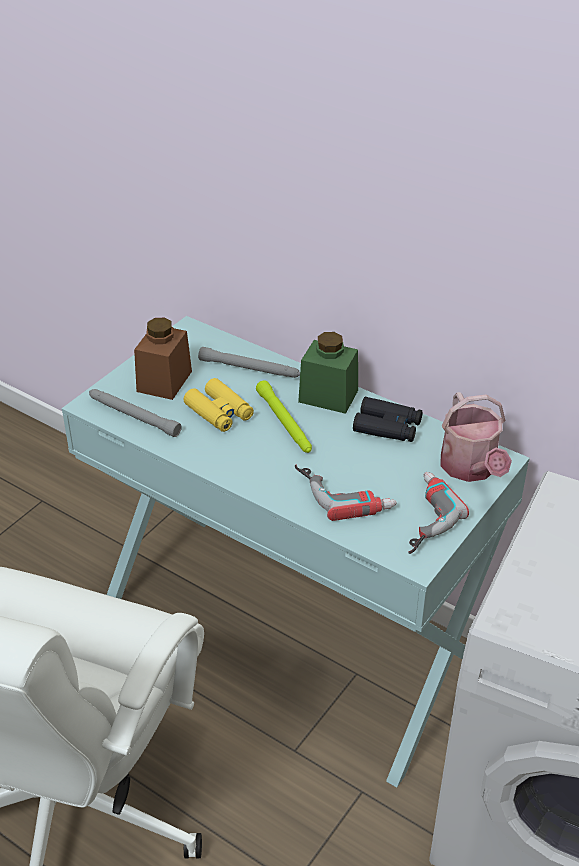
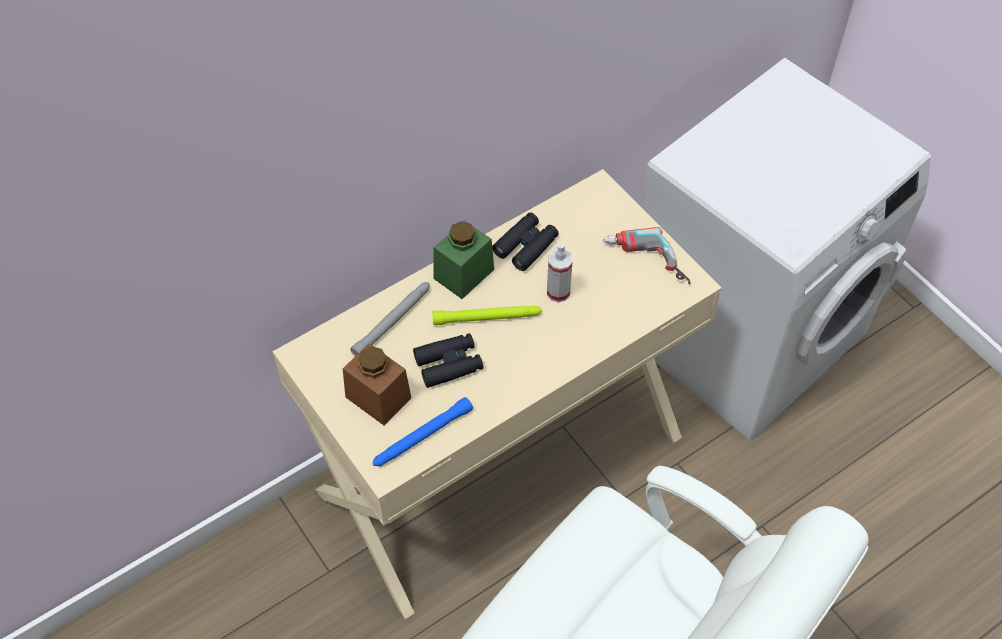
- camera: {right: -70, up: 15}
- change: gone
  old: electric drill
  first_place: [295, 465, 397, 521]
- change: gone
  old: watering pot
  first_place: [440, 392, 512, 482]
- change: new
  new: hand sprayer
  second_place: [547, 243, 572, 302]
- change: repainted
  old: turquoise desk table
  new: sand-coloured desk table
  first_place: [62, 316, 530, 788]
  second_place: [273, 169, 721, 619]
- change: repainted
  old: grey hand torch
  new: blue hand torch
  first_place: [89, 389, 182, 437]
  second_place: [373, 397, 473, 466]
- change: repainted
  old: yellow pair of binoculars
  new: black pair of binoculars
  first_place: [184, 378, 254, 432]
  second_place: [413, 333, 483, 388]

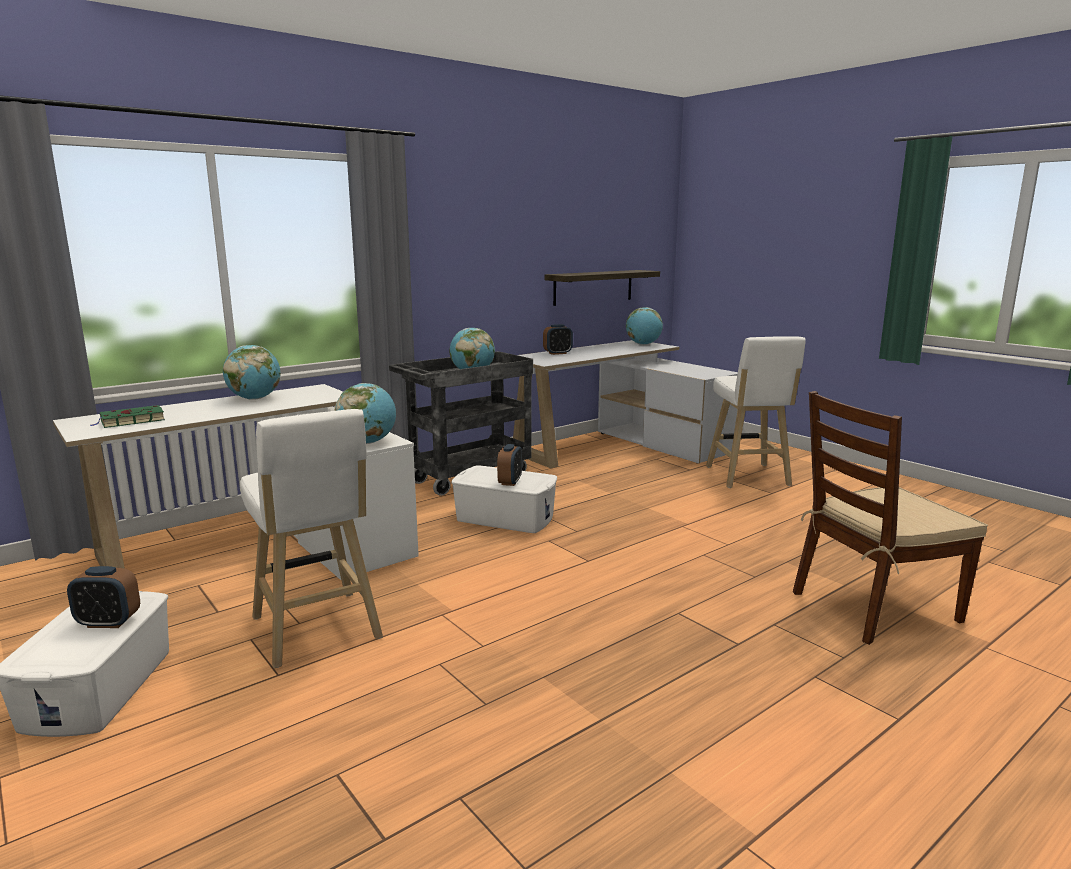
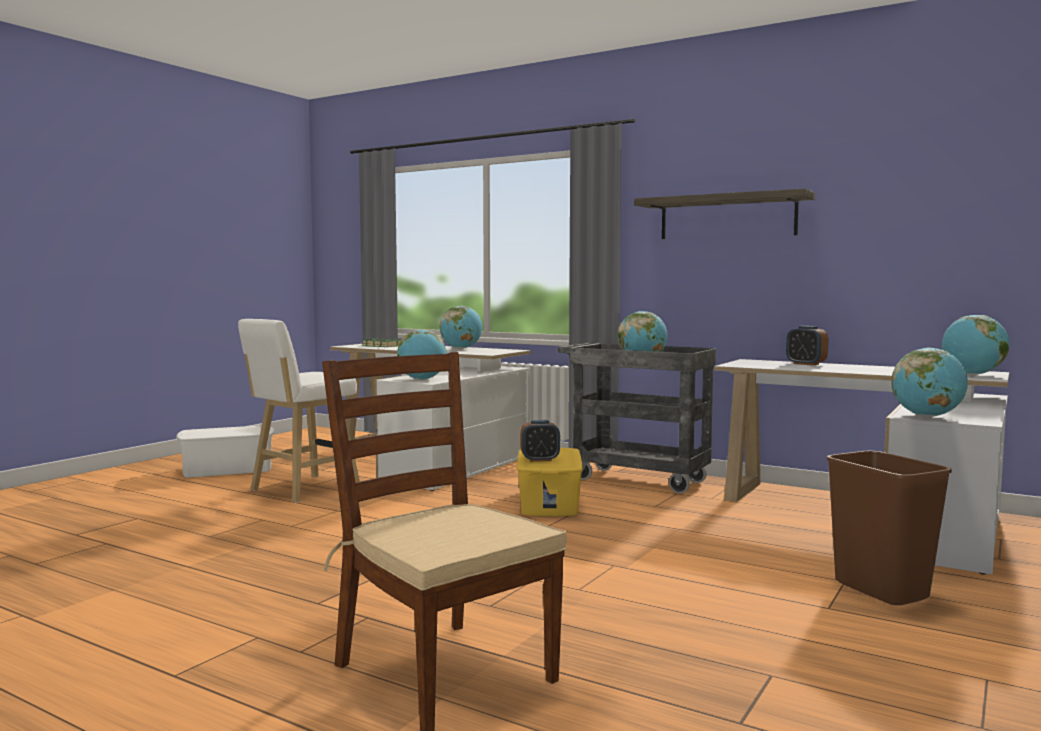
- camera: {right: 70, up: -10}
- change: gone
  old: bedside clock
  first_place: [67, 566, 140, 628]
- change: new
  new: world globe
  second_place: [891, 347, 968, 417]
- change: shifted
  old: wall shelf
  first_place: [545, 270, 660, 306]
  second_place: [634, 188, 815, 239]
- change: swapped
  old: white stool
  new: brown-coloured rubbish bin
  first_place: [706, 337, 806, 488]
  second_place: [827, 451, 952, 605]
- change: repainted
  old: white storage container
  new: yellow storage container
  first_place: [451, 465, 557, 533]
  second_place: [517, 448, 583, 516]

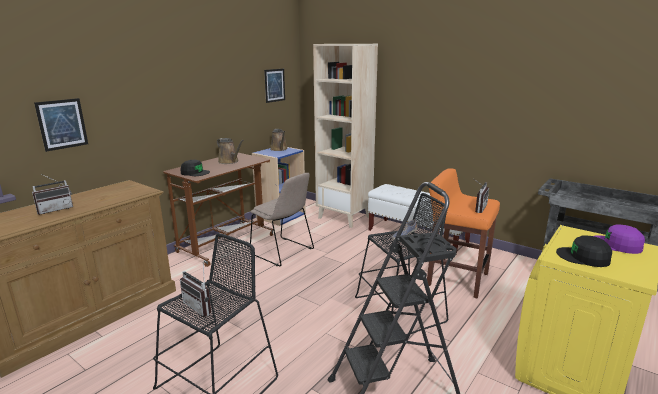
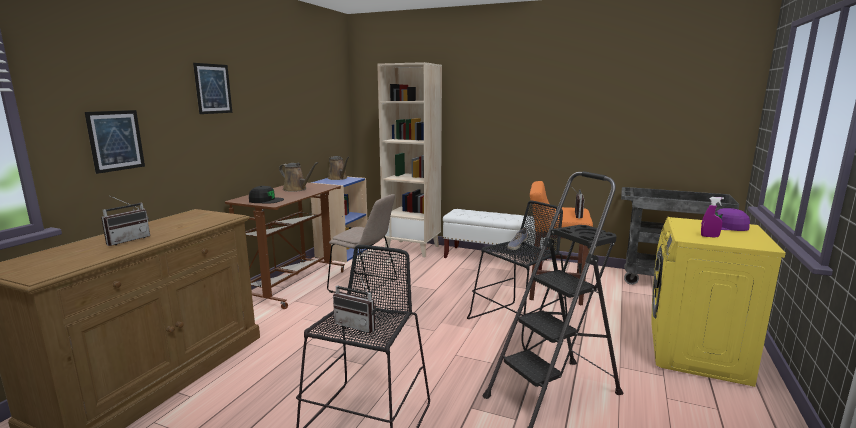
- camera: {right: -15, up: -5}
- change: shifted
  old: wall picture
  first_place: [264, 69, 285, 103]
  second_place: [193, 63, 232, 114]
- change: swapped
  old: black cap
  new: purple hand sprayer
  first_place: [556, 236, 612, 267]
  second_place: [701, 197, 724, 237]

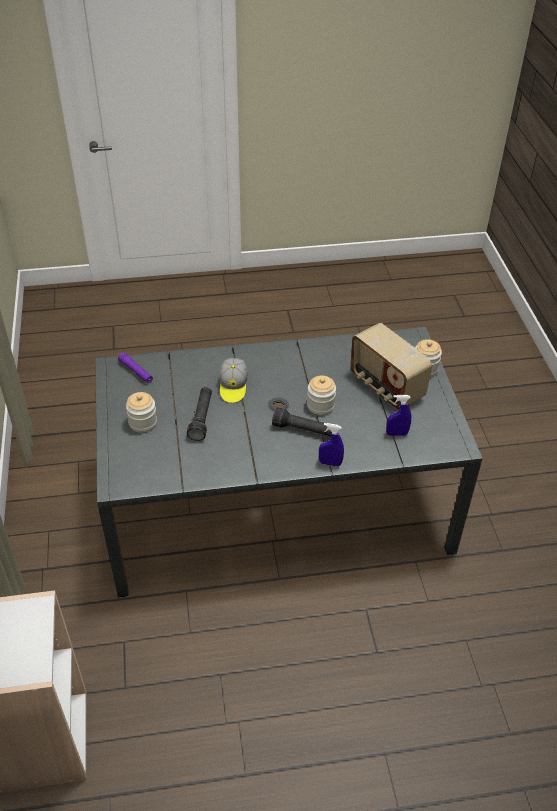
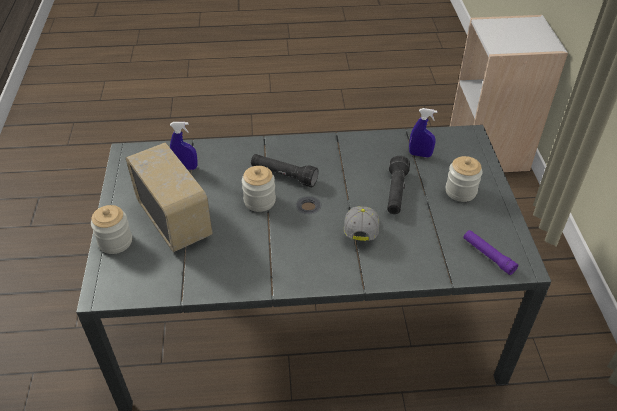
- camera: {right: -175, up: 0}
- change: shifted
  old: blue hand sprayer
  first_place: [319, 423, 344, 467]
  second_place: [409, 108, 437, 158]

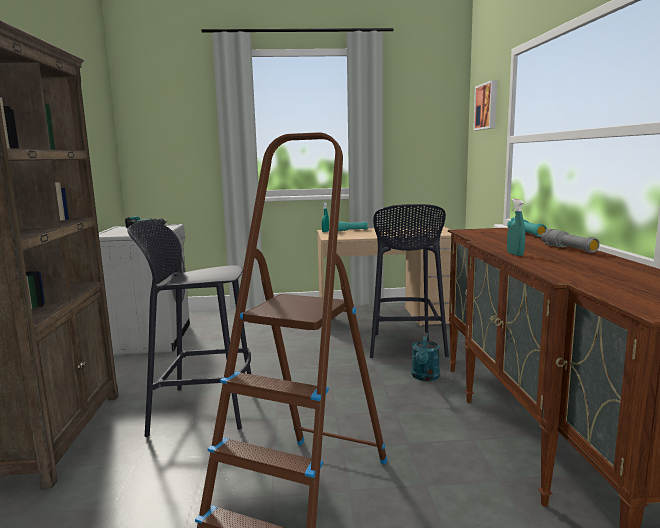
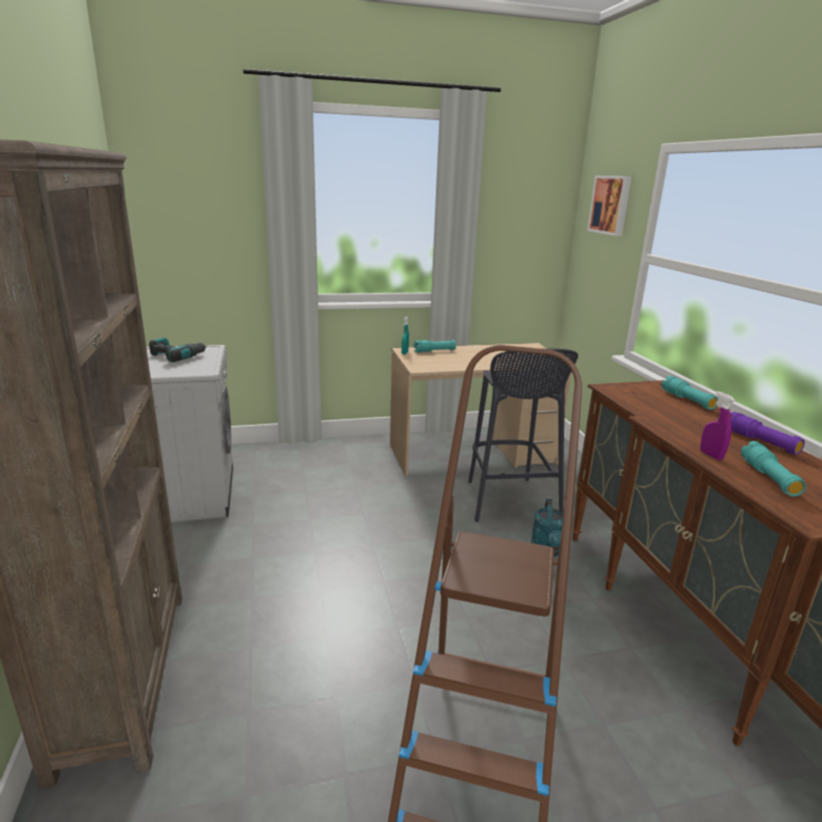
- camera: {right: -10, up: 10}
- change: gone
  old: grey stool
  first_place: [127, 221, 251, 437]
- change: new
  new: turquoise hand torch
  second_place: [741, 441, 806, 497]
- change: repainted
  old: turquoise hand sprayer
  new: purple hand sprayer
  first_place: [507, 199, 525, 256]
  second_place: [700, 391, 735, 460]
- change: repainted
  old: grey hand torch
  new: purple hand torch
  first_place: [541, 229, 600, 253]
  second_place: [730, 412, 805, 455]

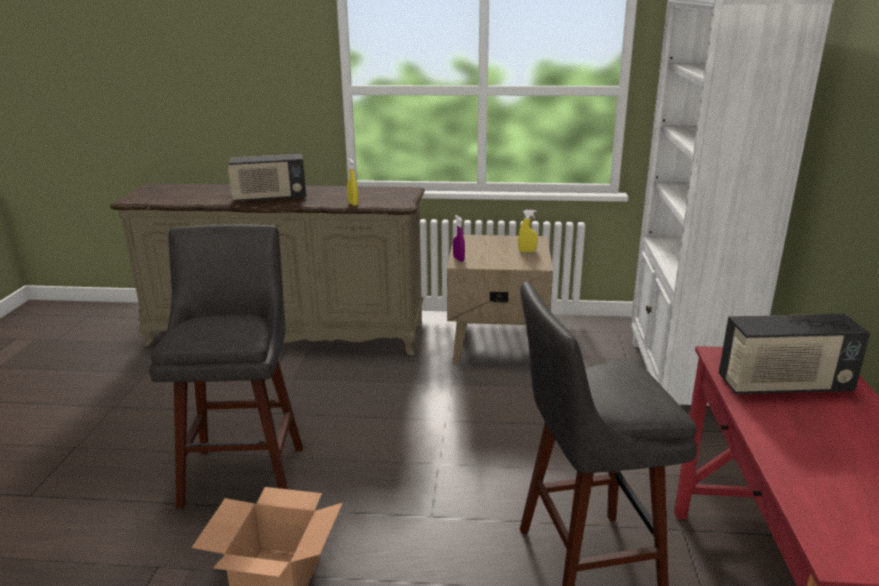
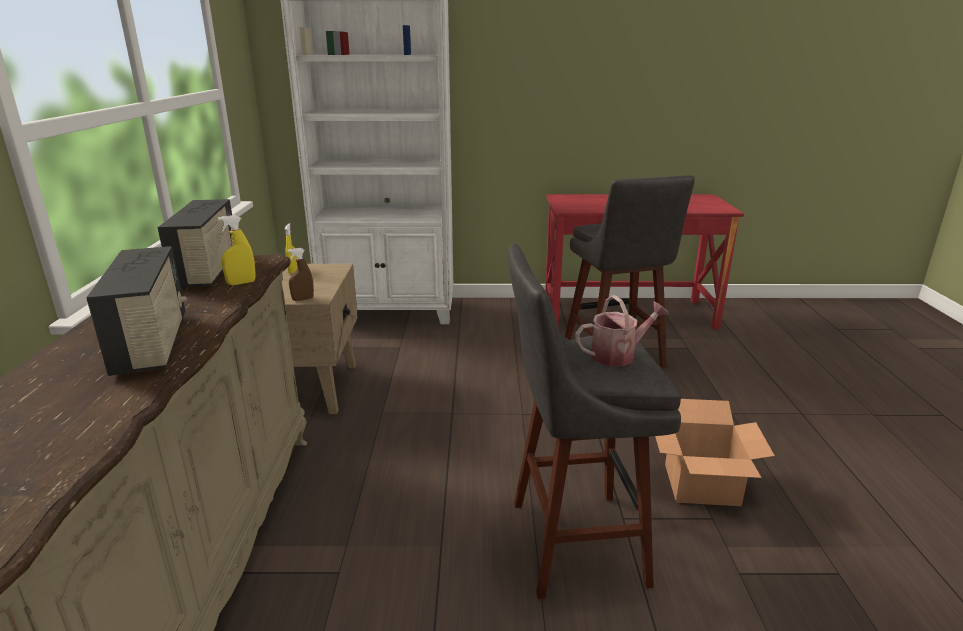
- camera: {right: -95, up: 0}
- change: new
  new: watering pot
  second_place: [575, 295, 669, 366]
- change: shifted
  old: radio receiver
  first_place: [719, 314, 870, 395]
  second_place: [157, 199, 233, 287]
- change: repainted
  old: purple hand sprayer
  new: brown-coloured hand sprayer
  first_place: [453, 215, 465, 262]
  second_place: [287, 248, 314, 301]

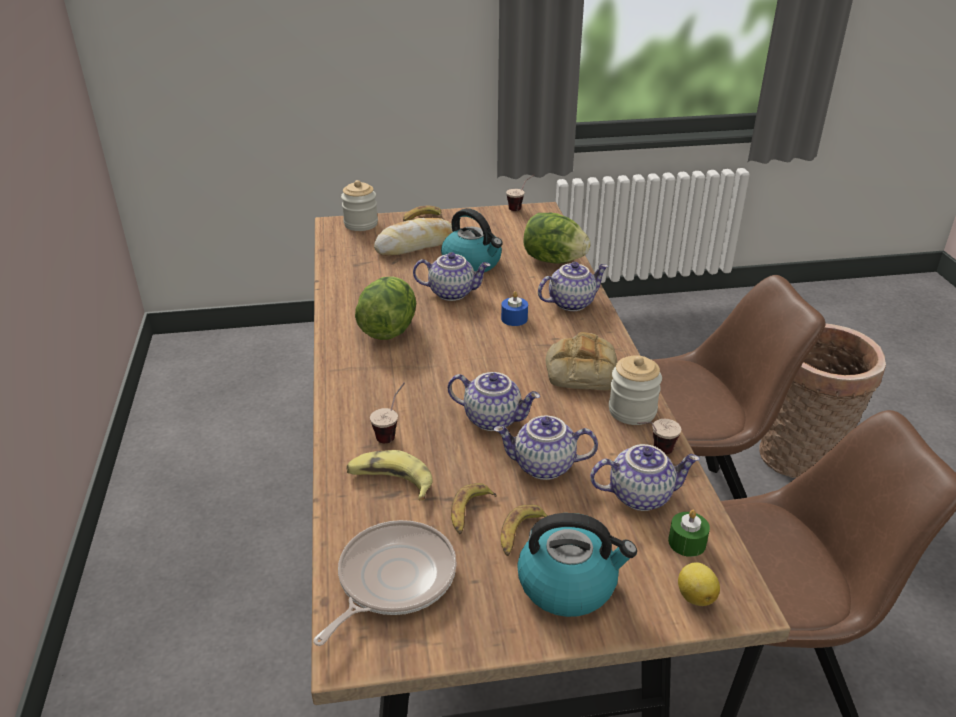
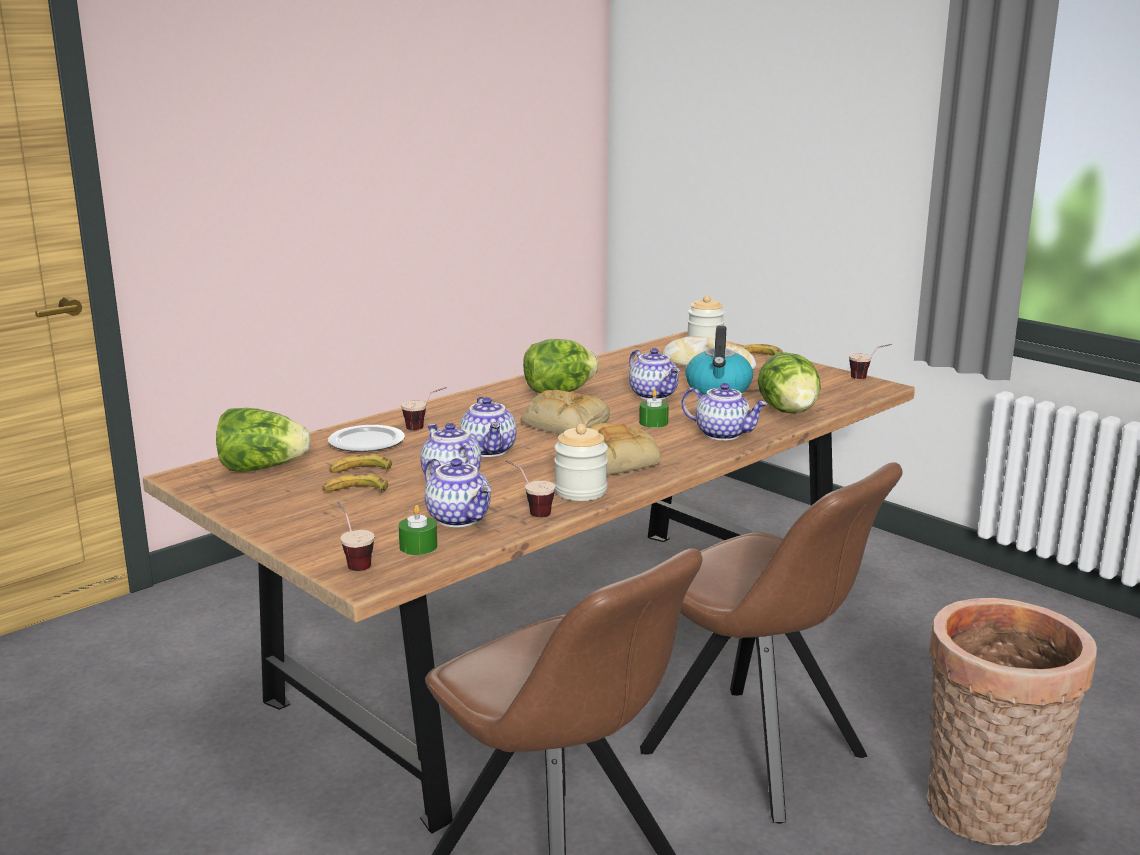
- camera: {right: 55, up: -15}
- change: gone
  old: kettle
  first_place: [517, 513, 637, 617]
- change: new
  new: baked bread
  second_place: [521, 390, 610, 434]
- change: swapped
  old: pan
  new: lettuce
  first_place: [313, 520, 457, 646]
  second_place: [216, 408, 311, 472]
- change: swapped
  old: banana fruit
  new: flat dish
  first_place: [346, 450, 433, 500]
  second_place: [328, 425, 405, 452]
- change: swapped
  old: lemon
  new: drinking cup
  first_place: [678, 562, 720, 606]
  second_place: [337, 501, 375, 571]
- change: repainted
  old: blue wax light
  new: greenish wax light
  first_place: [501, 291, 528, 326]
  second_place: [639, 390, 669, 428]

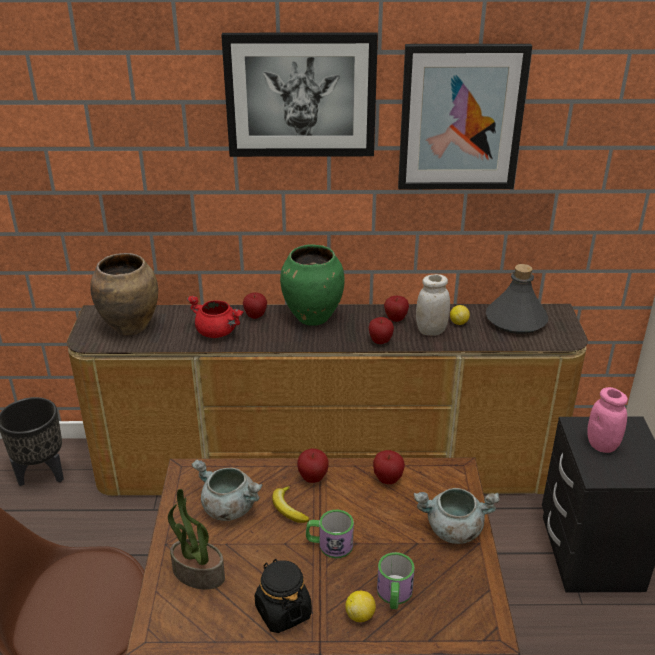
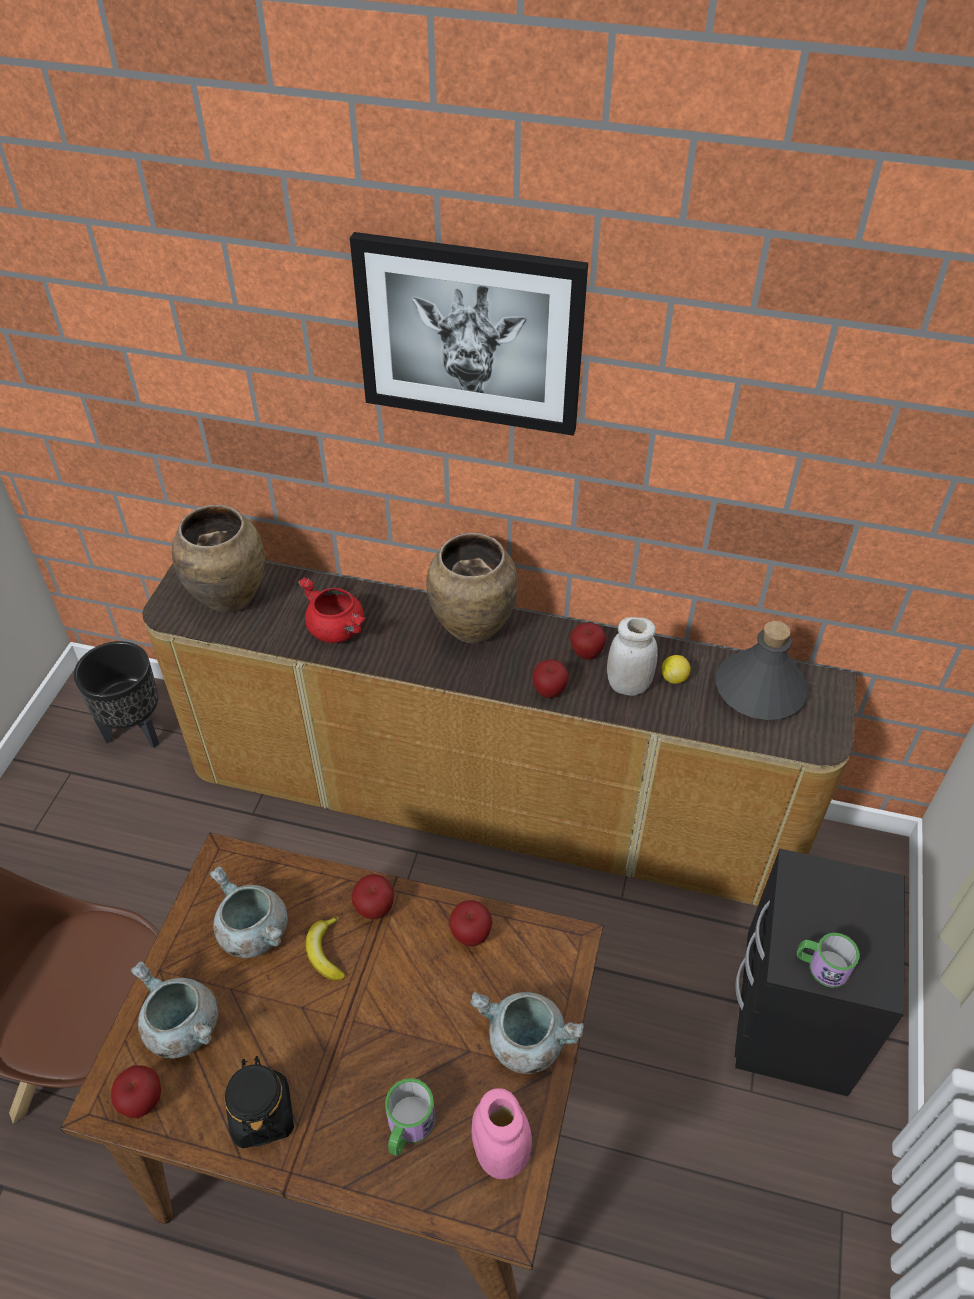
- camera: {right: 15, up: 15}
- change: gone
  old: lemon
  first_place: [345, 591, 376, 622]
- change: gone
  old: wall picture
  first_place: [398, 44, 532, 189]
- change: shifted
  old: apple
  first_place: [243, 292, 267, 319]
  second_place: [111, 1065, 161, 1118]
- change: shifted
  old: mug
  first_place: [306, 510, 354, 558]
  second_place: [797, 933, 860, 988]
- change: shifted
  old: pink-coloured preserve jar
  first_place: [587, 387, 628, 453]
  second_place: [472, 1088, 532, 1179]
- change: swapped
  old: plant in a pot
  new: grey saucepot
  first_place: [168, 489, 225, 590]
  second_place: [131, 961, 218, 1059]
- change: repainted
  old: greenish vase
  new: brown-coloured vase
  first_place: [280, 244, 345, 326]
  second_place: [426, 533, 518, 644]

